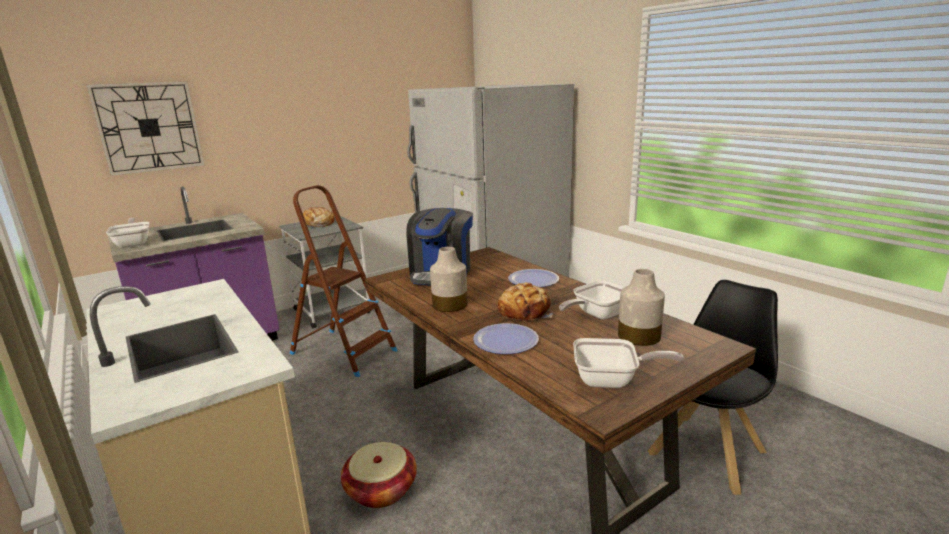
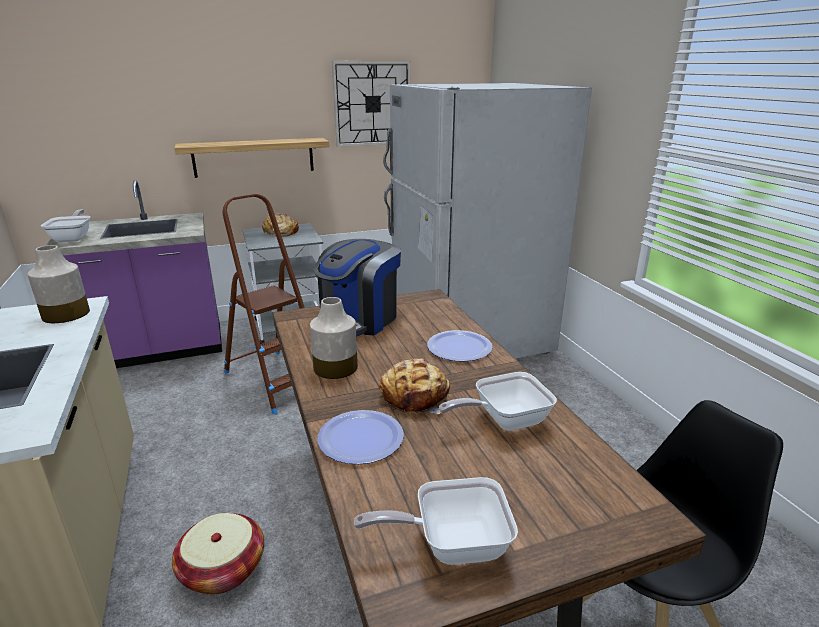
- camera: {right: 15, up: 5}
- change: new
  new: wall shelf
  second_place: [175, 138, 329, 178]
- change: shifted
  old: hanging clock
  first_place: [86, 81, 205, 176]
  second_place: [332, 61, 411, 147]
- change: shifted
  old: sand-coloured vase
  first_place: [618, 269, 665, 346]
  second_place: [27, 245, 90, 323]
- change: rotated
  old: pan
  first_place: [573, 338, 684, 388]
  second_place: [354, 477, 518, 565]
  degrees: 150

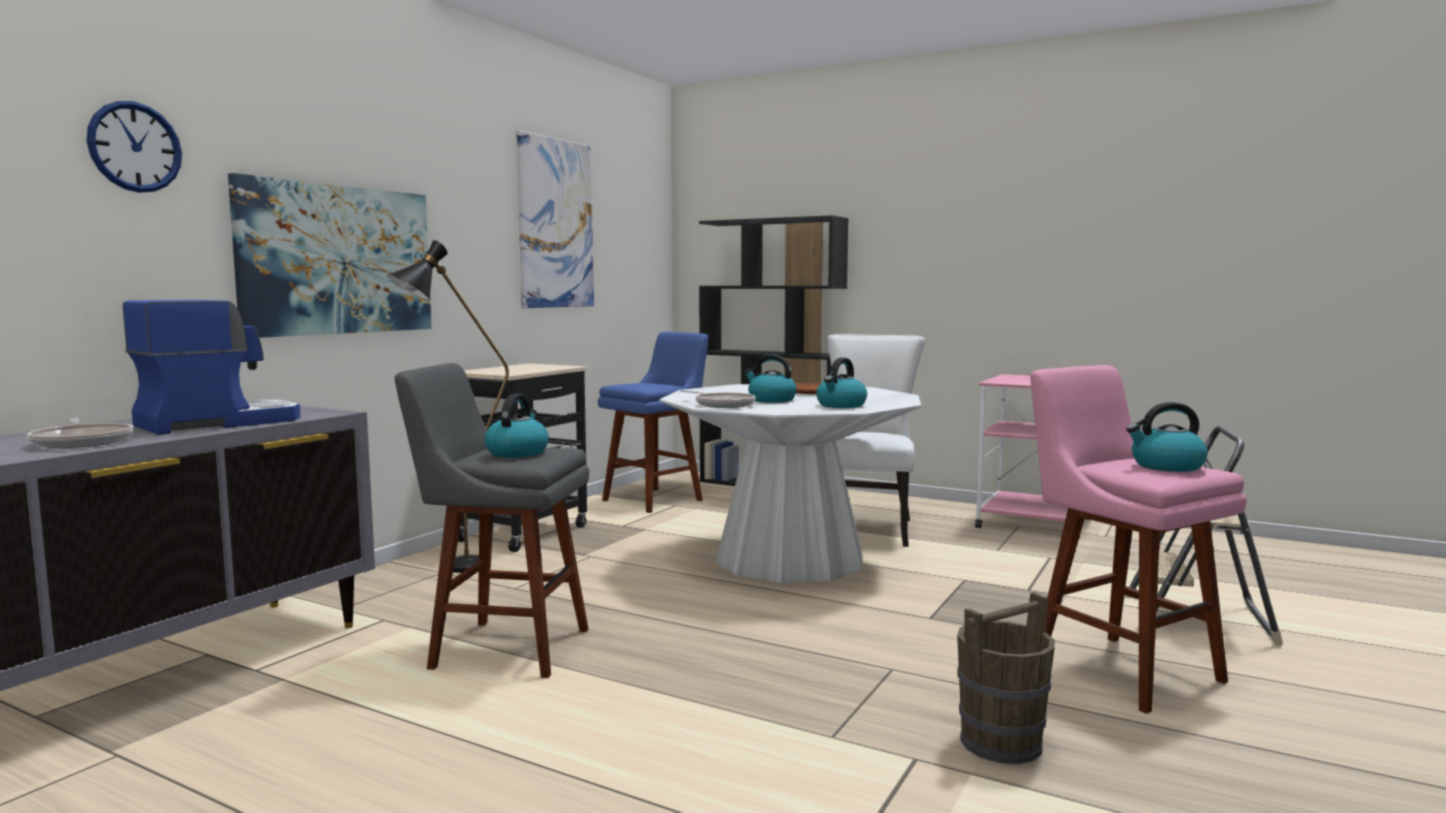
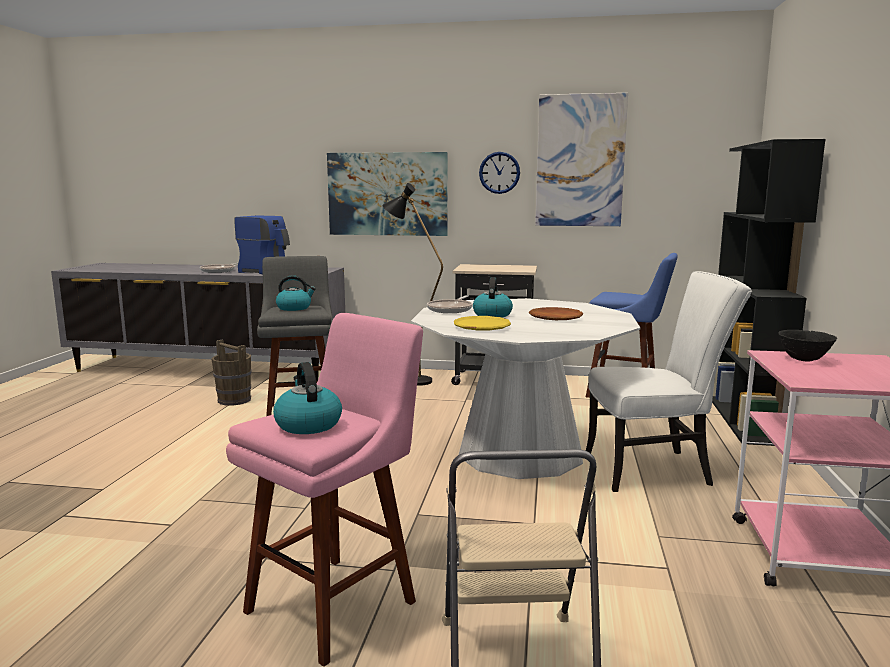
- camera: {right: 70, up: 5}
- change: new
  new: black serving bowl
  second_place: [778, 330, 837, 362]
- change: shifted
  old: hanging clock
  first_place: [87, 101, 182, 193]
  second_place: [479, 152, 520, 194]
- change: shifted
  old: brown-coloured bucket
  first_place: [957, 592, 1055, 764]
  second_place: [212, 339, 252, 405]
- change: swapped
  old: kettle
  new: yellow flat dish
  first_place: [816, 358, 867, 408]
  second_place: [454, 316, 511, 331]

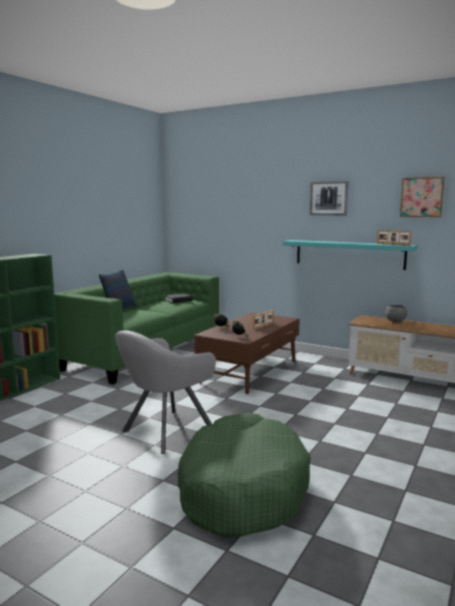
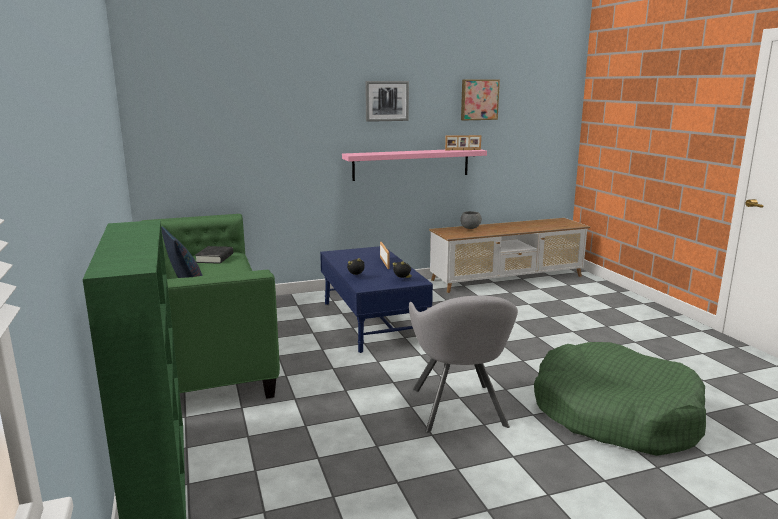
- camera: {right: -50, up: 5}
- change: repainted
  old: brown-coloured low table
  new: blue low table
  first_place: [194, 312, 300, 394]
  second_place: [320, 246, 433, 353]
- change: repainted
  old: turquoise wall shelf
  new: pink-coloured wall shelf
  first_place: [282, 240, 418, 270]
  second_place: [342, 149, 487, 181]

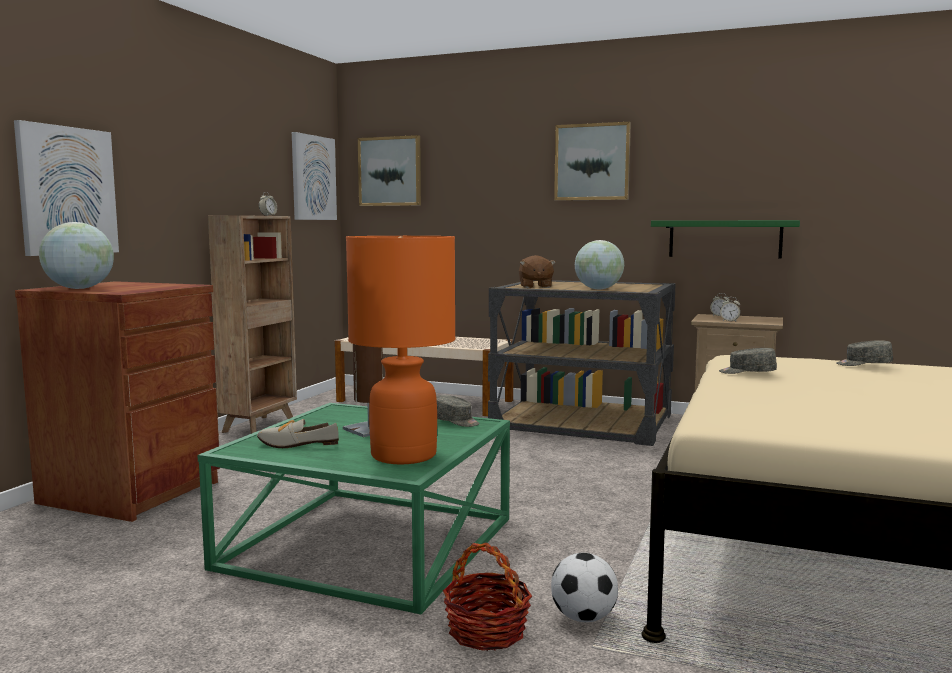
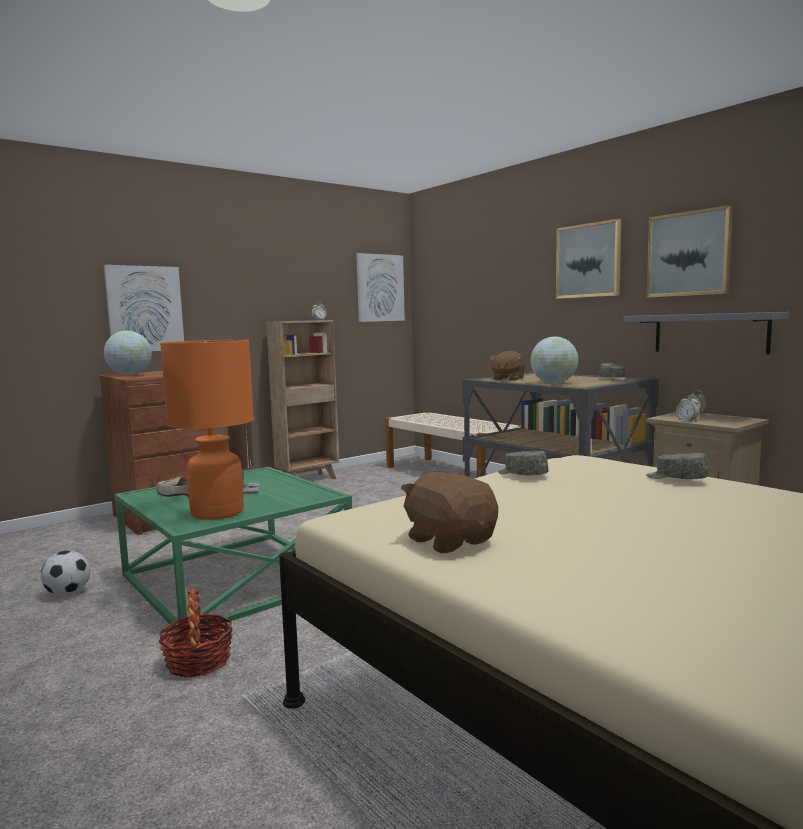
- camera: {right: 30, up: 0}
- change: new
  new: brown-coloured soft toy
  second_place: [401, 472, 498, 553]
- change: shifted
  old: wall picture
  first_place: [358, 135, 421, 206]
  second_place: [647, 205, 733, 297]
- change: shifted
  old: grey cap
  first_place: [436, 395, 479, 427]
  second_place: [599, 363, 629, 381]
- change: shifted
  old: football
  first_place: [551, 553, 618, 622]
  second_place: [41, 550, 90, 596]
- change: repainted
  old: greenish wall shelf
  new: grey wall shelf
  first_place: [651, 220, 800, 259]
  second_place: [623, 312, 790, 354]

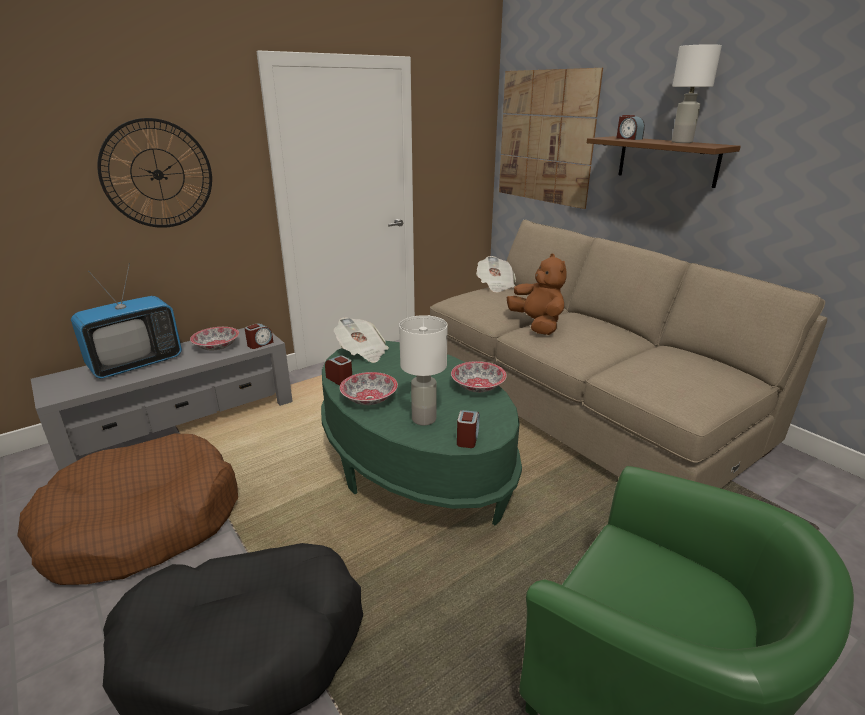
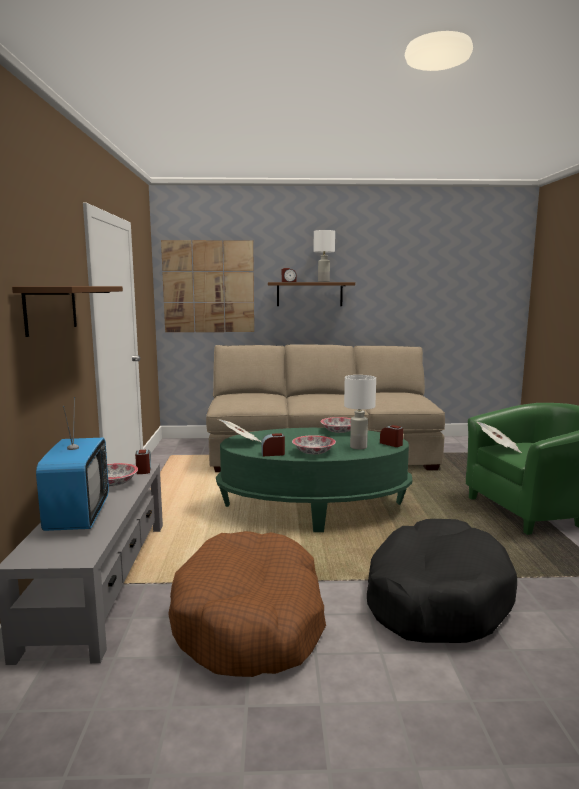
- camera: {right: -55, up: -15}
- change: gone
  old: brown-coloured soft toy
  first_place: [507, 254, 567, 335]
- change: shifted
  old: newspaper
  first_place: [476, 256, 516, 293]
  second_place: [477, 422, 522, 453]
- change: swapped
  old: hanging clock
  new: brown-coloured wall shelf
  first_place: [97, 118, 212, 228]
  second_place: [12, 286, 123, 337]

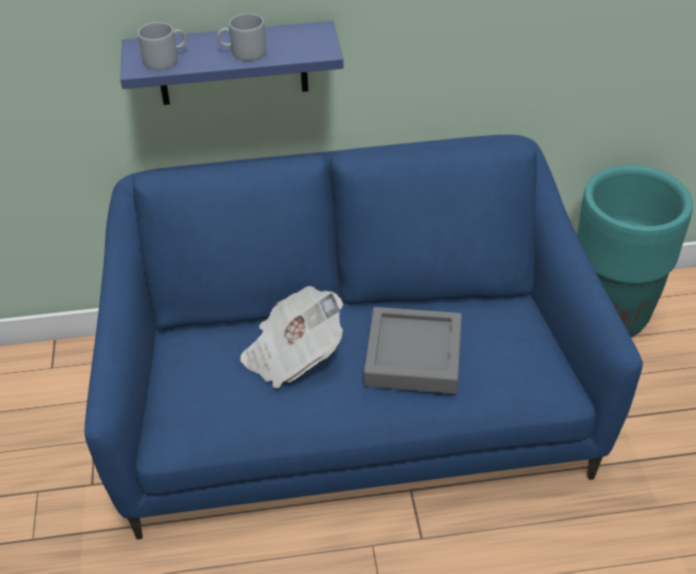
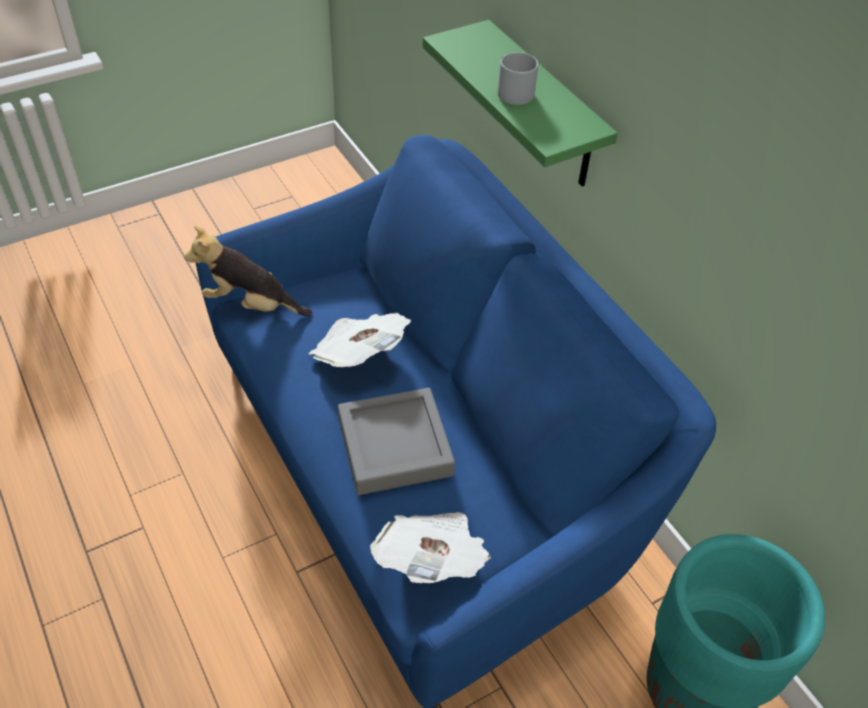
- camera: {right: 65, up: 5}
- change: gone
  old: grey mug
  first_place: [138, 22, 187, 70]
- change: new
  new: soft toy
  second_place: [184, 226, 313, 316]
- change: new
  new: newspaper
  second_place: [370, 512, 491, 583]
- change: repainted
  old: blue wall shelf
  new: greenish wall shelf
  first_place: [120, 21, 344, 105]
  second_place: [423, 20, 618, 187]

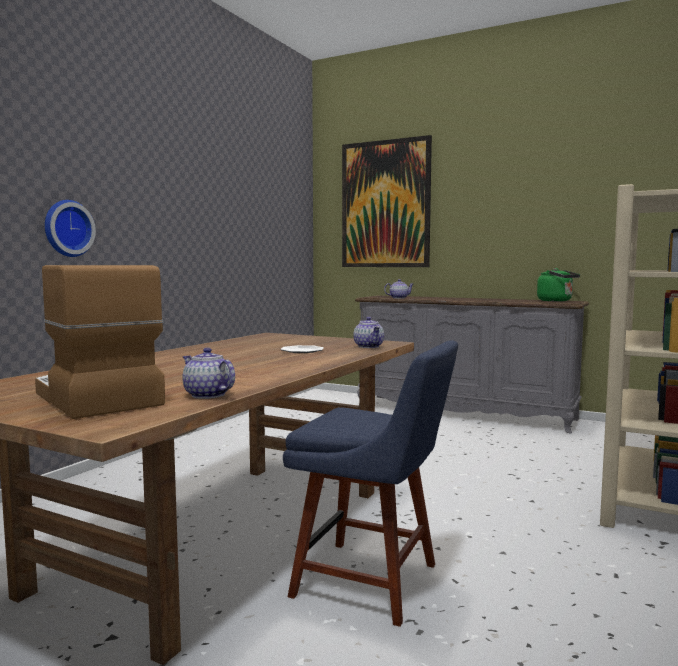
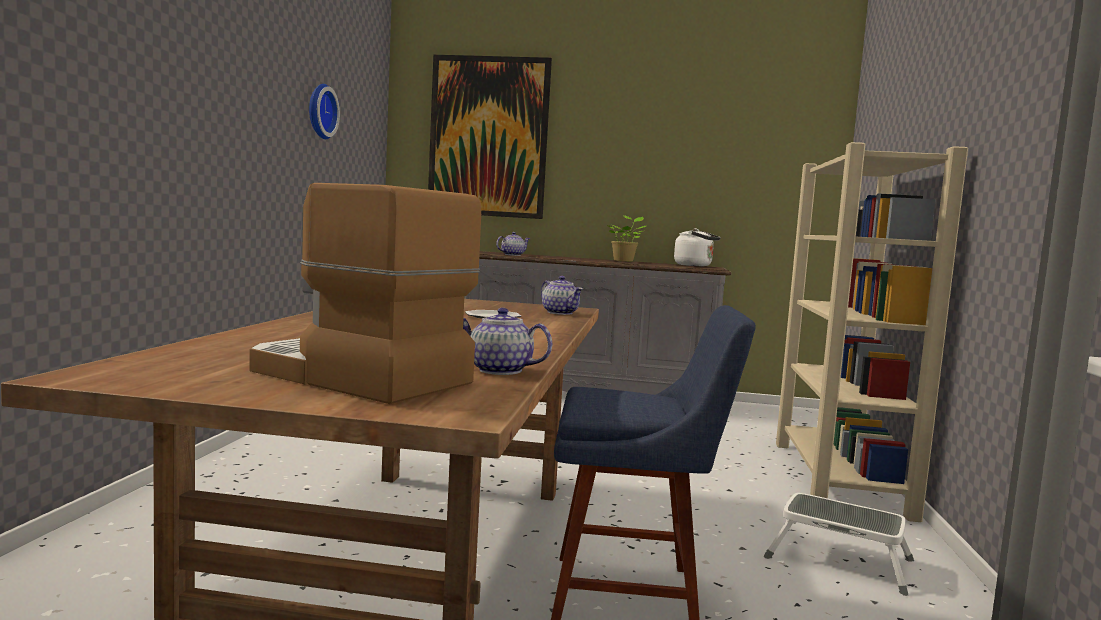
- camera: {right: -20, up: 0}
- change: new
  new: plant in a pot
  second_place: [607, 215, 646, 262]
- change: new
  new: grey stepladder
  second_place: [764, 493, 914, 596]
- change: shifted
  old: hanging clock
  first_place: [45, 200, 96, 257]
  second_place: [309, 84, 340, 139]
- change: repainted
  old: greenish kettle
  new: white kettle
  first_place: [537, 268, 580, 301]
  second_place: [674, 228, 721, 266]

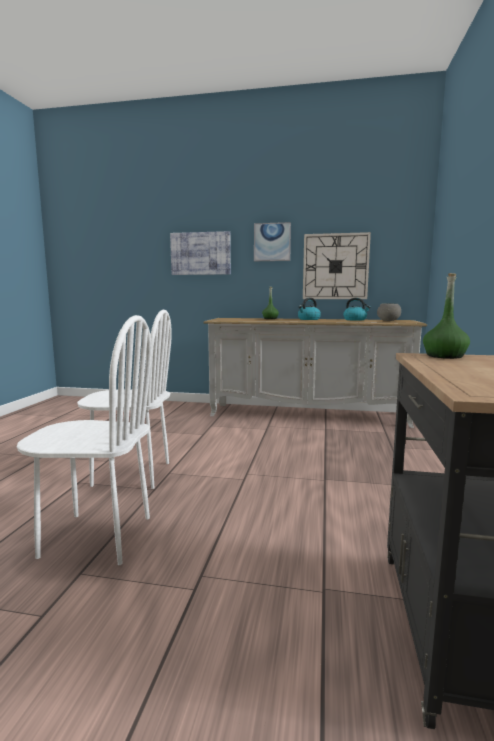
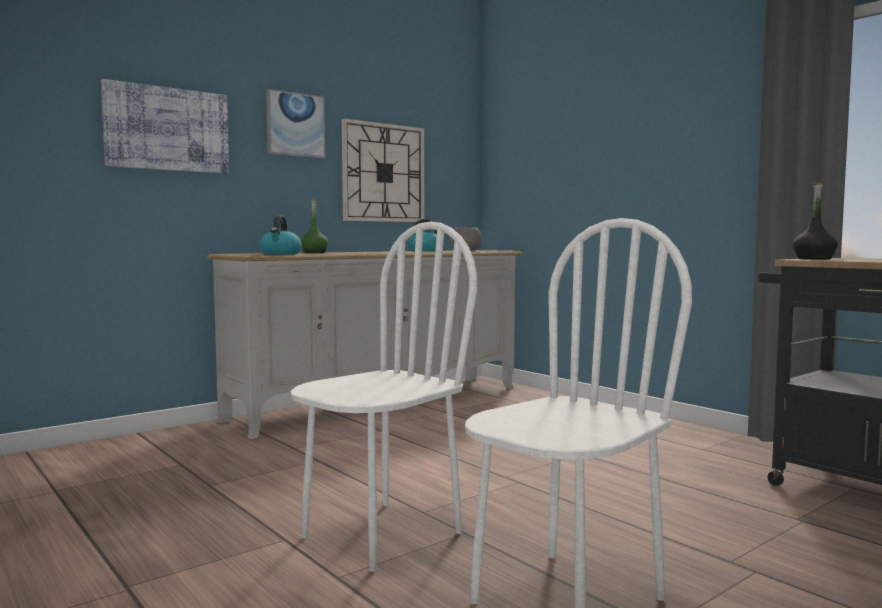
- camera: {right: -50, up: -5}
- change: shifted
  old: kettle
  first_place: [298, 298, 321, 320]
  second_place: [260, 215, 301, 254]
- change: repainted
  old: greenish beverage bottle
  new: black beverage bottle
  first_place: [423, 273, 470, 359]
  second_place: [793, 182, 838, 259]

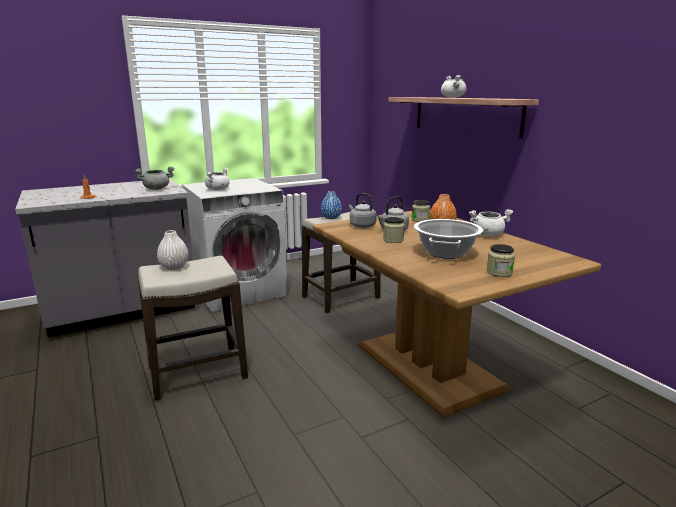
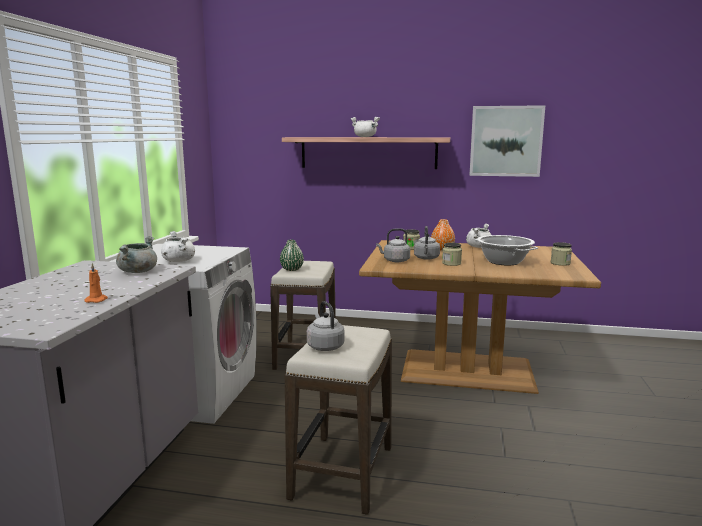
- camera: {right: -50, up: -5}
- change: new
  new: wall picture
  second_place: [470, 105, 545, 177]
- change: swapped
  old: white vase
  new: grey kettle
  first_place: [157, 230, 188, 270]
  second_place: [307, 301, 344, 351]
- change: repainted
  old: blue vase
  new: greenish vase
  first_place: [321, 191, 342, 219]
  second_place: [280, 240, 304, 271]

